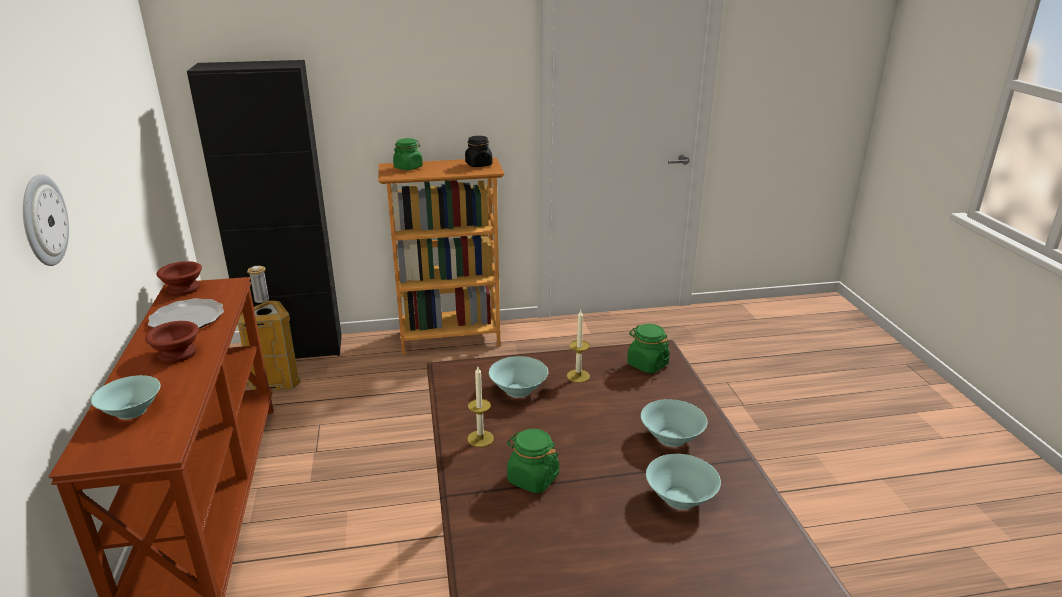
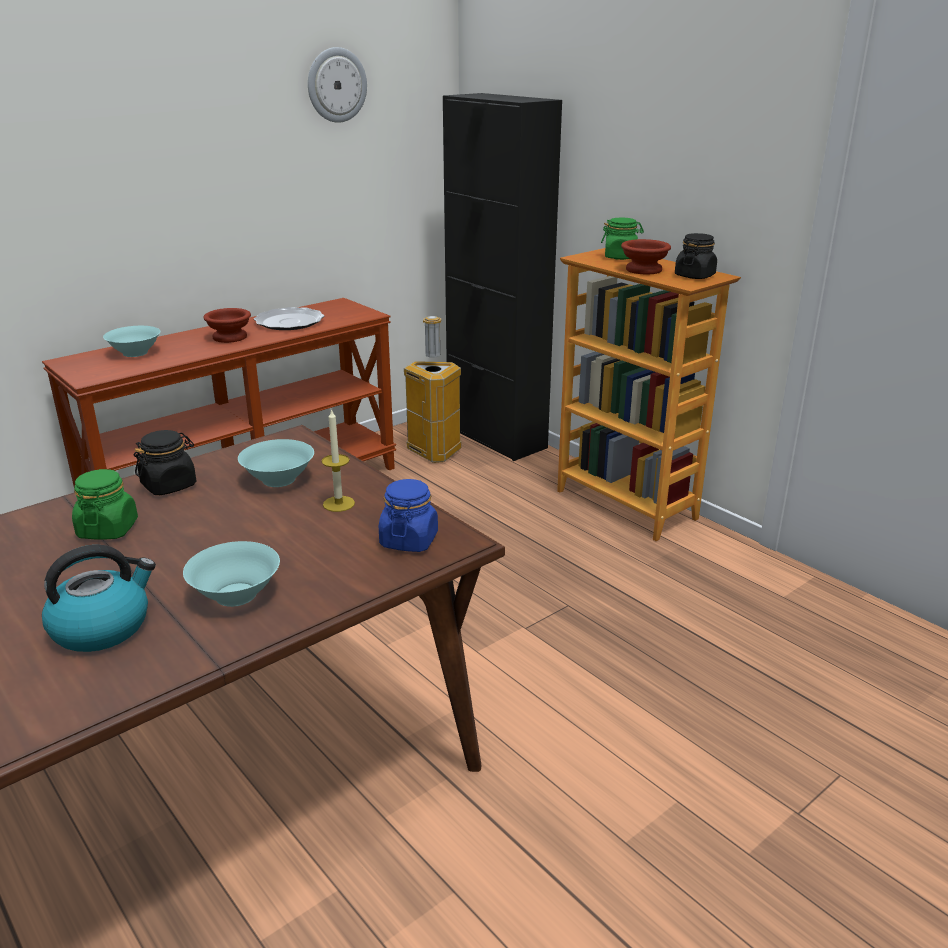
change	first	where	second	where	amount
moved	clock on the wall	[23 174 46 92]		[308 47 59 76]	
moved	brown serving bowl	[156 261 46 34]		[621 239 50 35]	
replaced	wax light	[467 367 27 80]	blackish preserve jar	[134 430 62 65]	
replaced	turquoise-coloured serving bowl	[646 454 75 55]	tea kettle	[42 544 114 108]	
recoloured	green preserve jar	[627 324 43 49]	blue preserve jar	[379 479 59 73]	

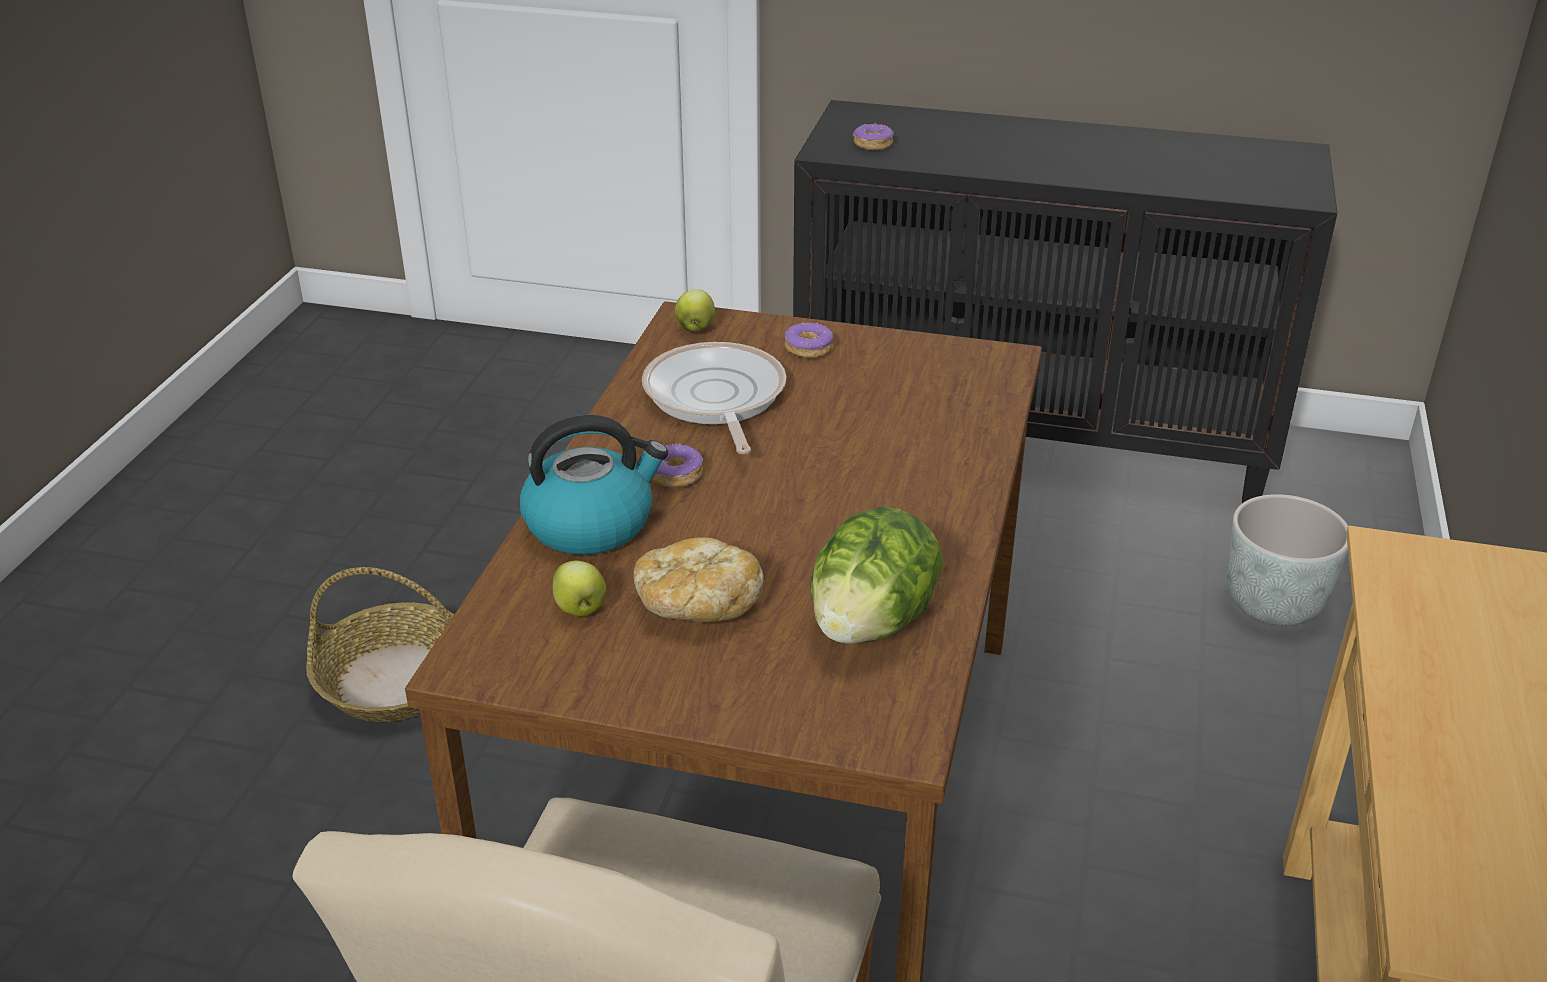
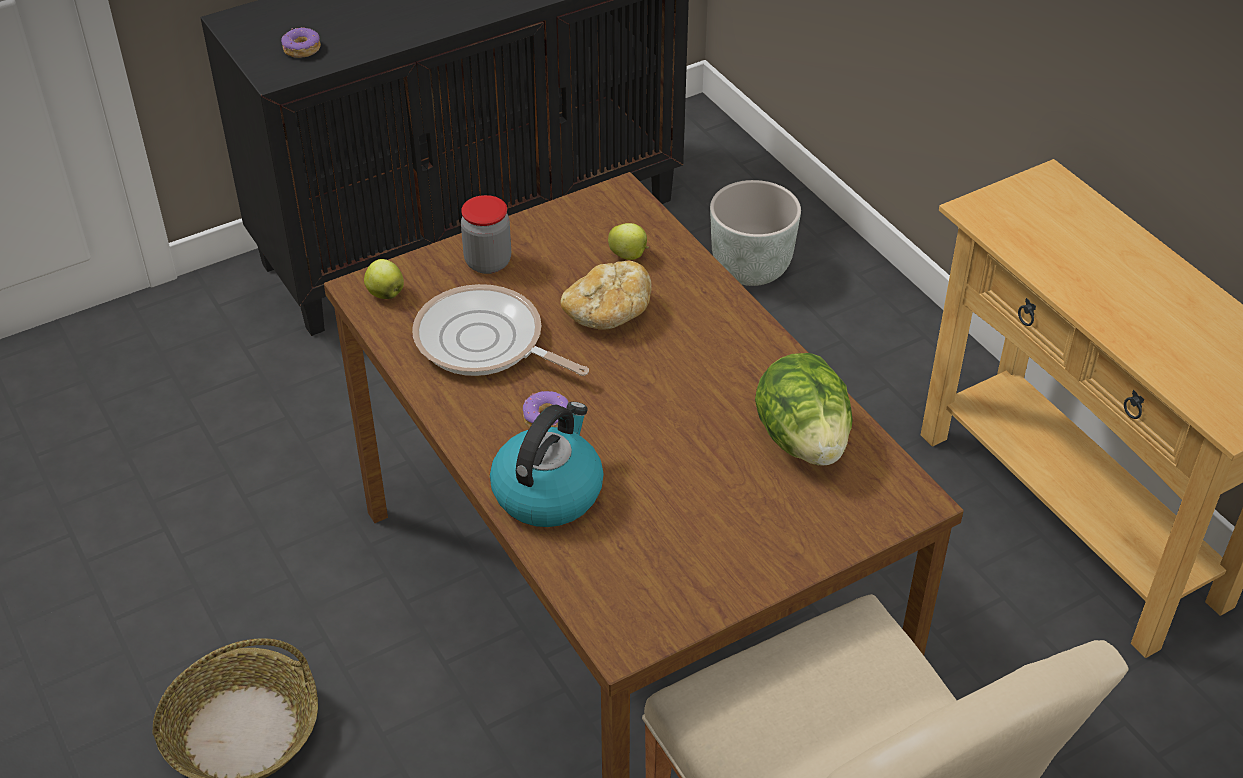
change	first	where	second	where	amount
moved	whole apple	[553 560 53 56]		[608 223 41 37]	
moved	bread	[633 537 131 85]		[561 261 90 69]	
replaced	doughnut	[785 323 49 35]	preserve jar	[461 195 50 79]	

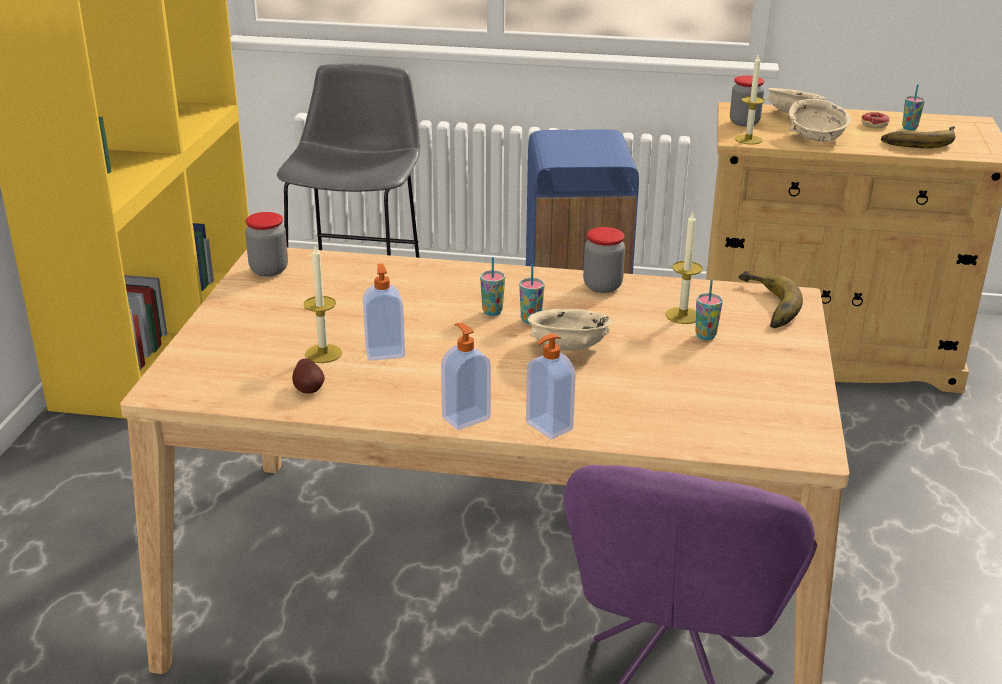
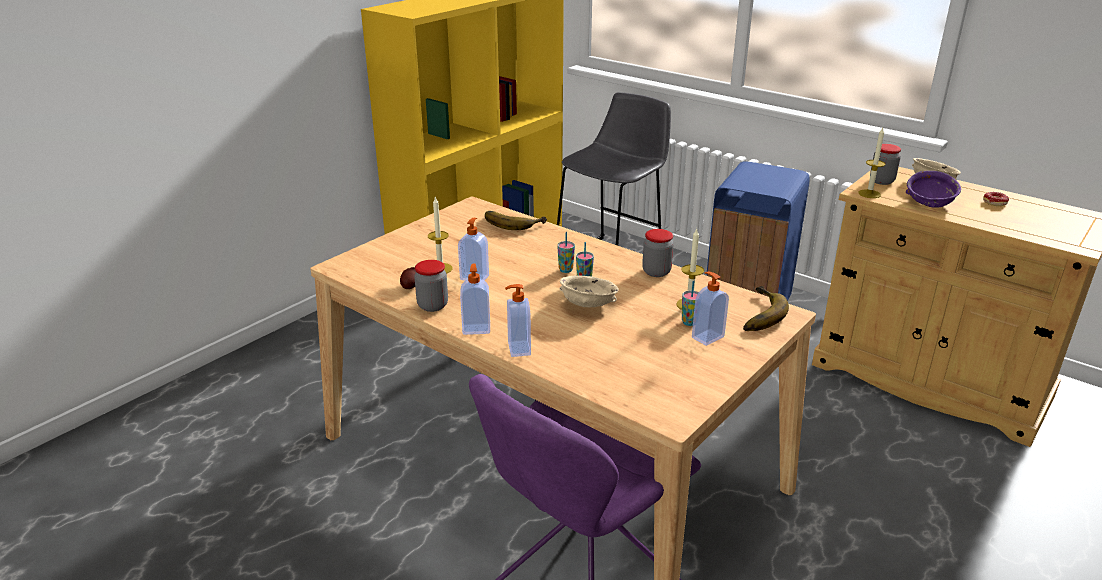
change	first	where	second	where	amount
removed	drinking cup	[902 84 23 47]			
added			liquid soap bottle	[692 272 37 74]	
moved	preserve jar	[245 212 43 64]		[414 260 34 52]	
moved	whole banana	[881 126 74 22]		[485 211 62 19]	
recoloured	beige-coloured serving bowl	[789 99 62 43]	purplish serving bowl	[906 171 55 37]	

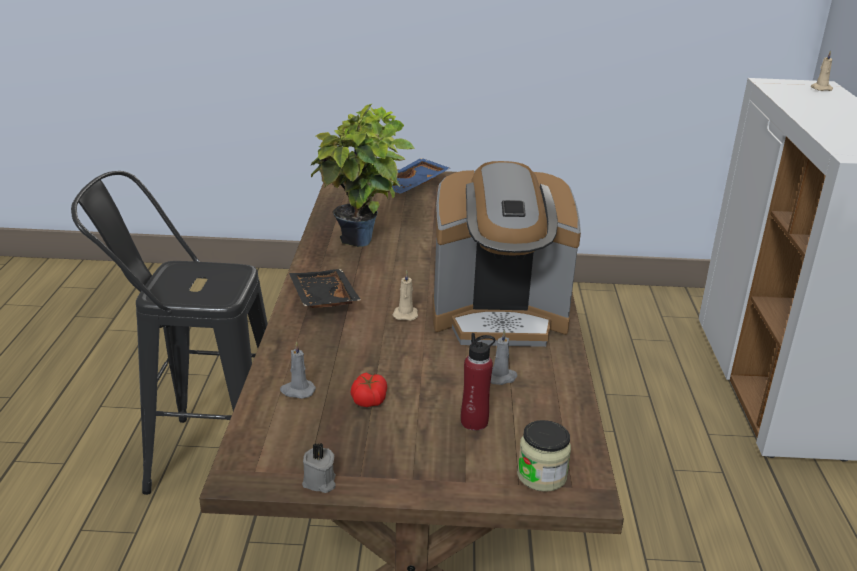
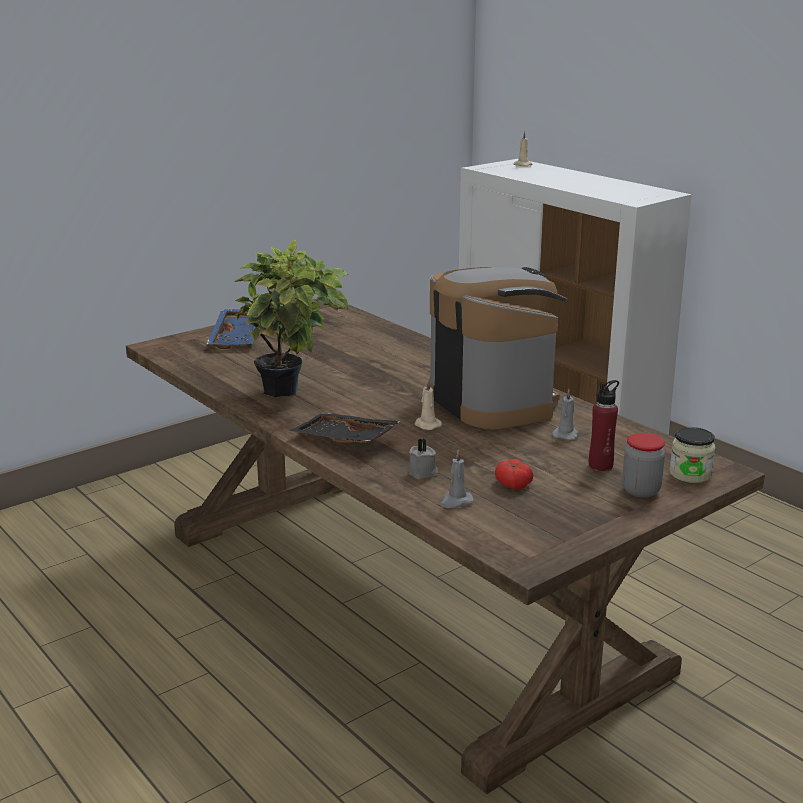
change	first	where	second	where	amount
removed	blackish stool	[71 171 197 324]			
added			preserve jar	[622 433 43 65]	
moved	greyish wax light	[302 443 34 50]		[408 439 30 40]	
turned	coffee maker	[432 161 149 186]		[429 267 139 162]	75 degrees counterclockwise

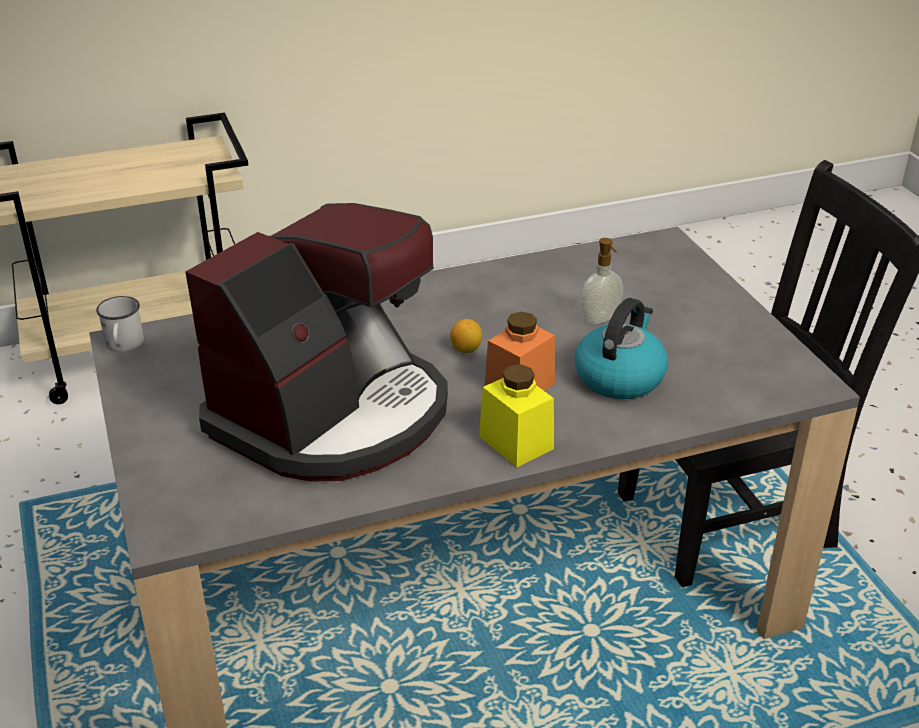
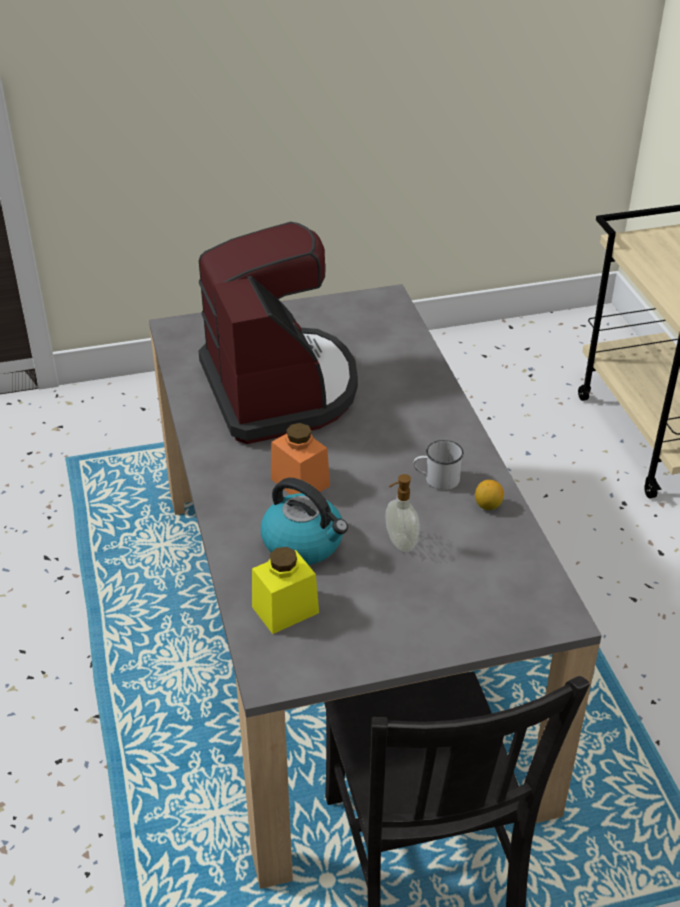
change	first	where	second	where	amount
moved	whitish coffee mug	[96 296 48 56]		[413 440 51 50]	
moved	whole lemon	[450 319 32 34]		[475 480 29 30]	
moved	yellowish preserve jar	[479 364 75 103]		[252 547 67 87]	
turned	coffee maker	[185 203 263 279]		[198 222 160 222]	150 degrees counterclockwise

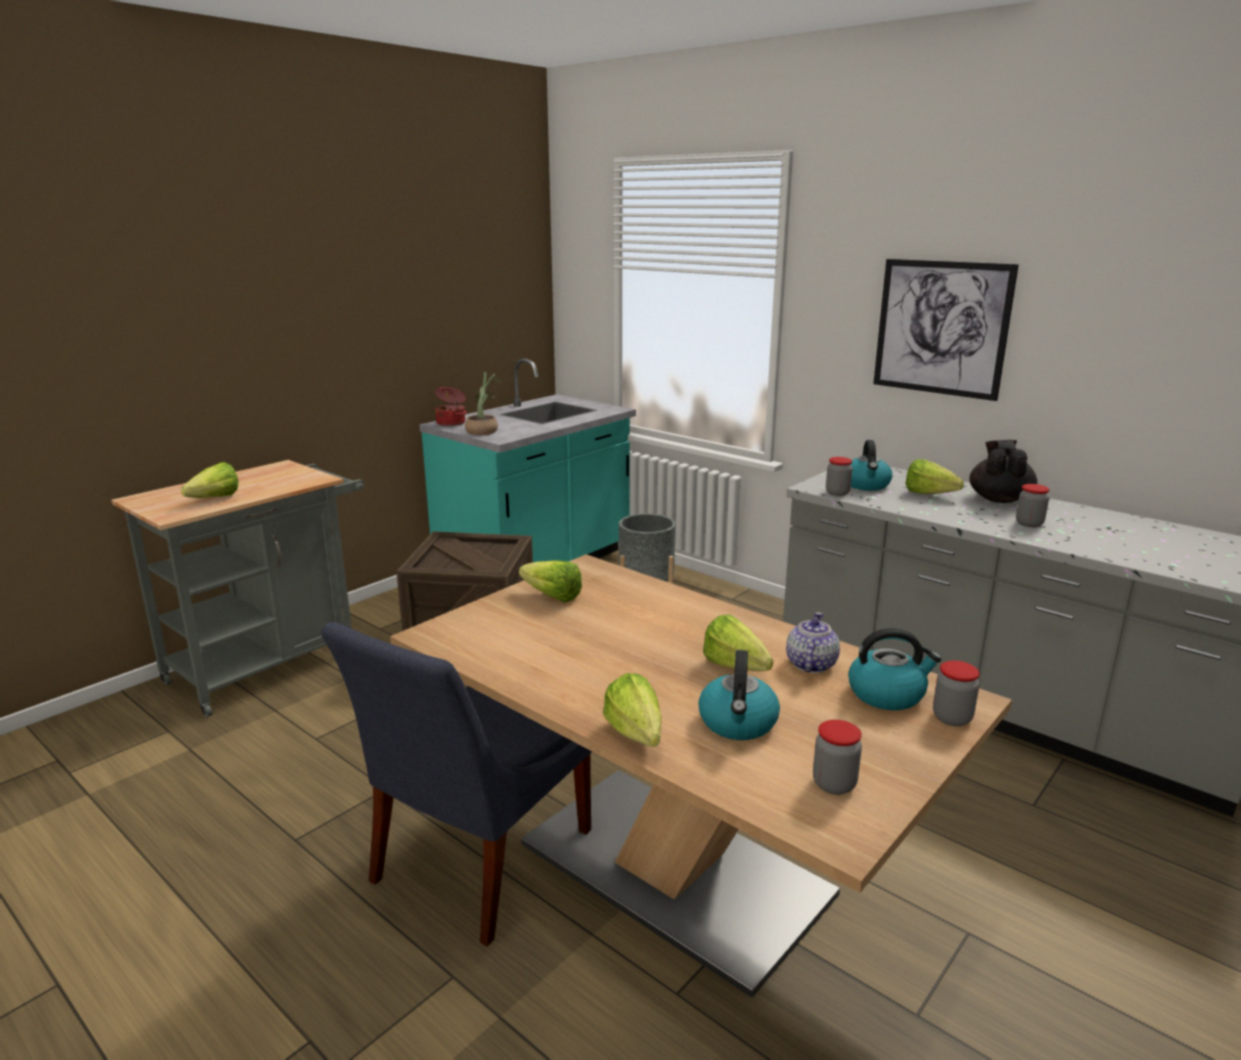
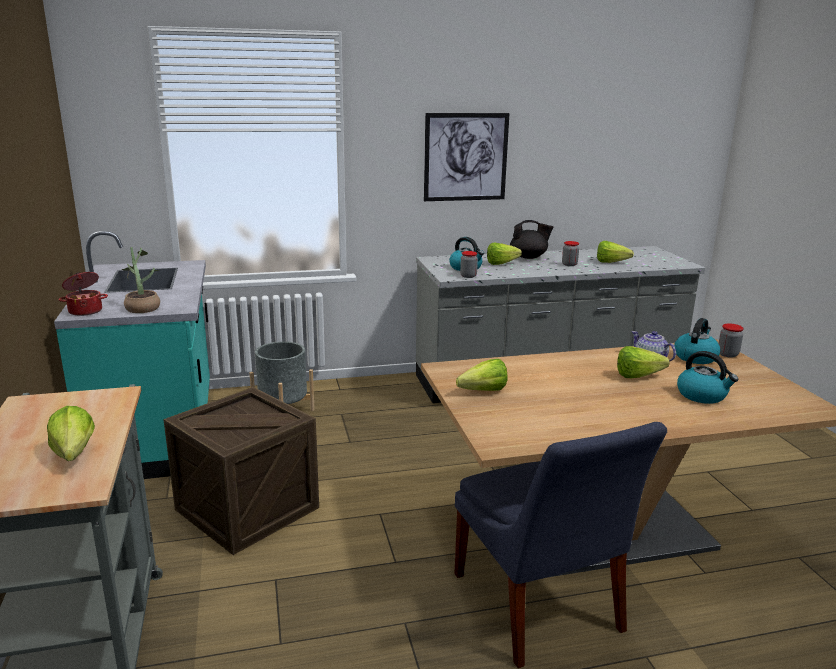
change	first	where	second	where	amount
removed	preserve jar	[813 720 49 75]			
moved	lettuce head	[603 673 59 74]		[597 241 37 22]	
turned	blackish tea pot	[969 440 69 63]		[510 220 44 39]	135 degrees clockwise

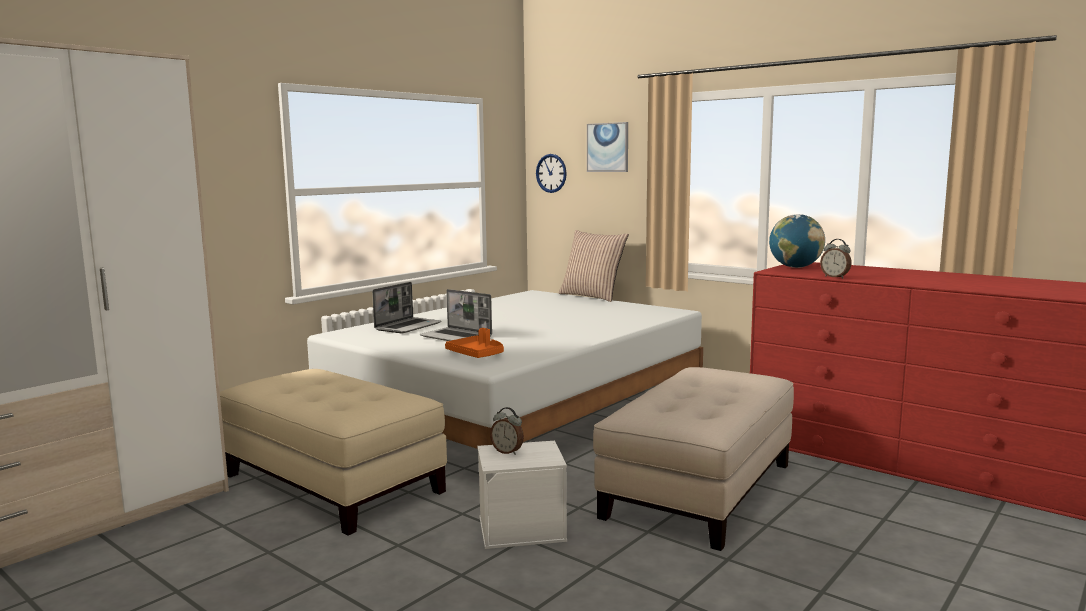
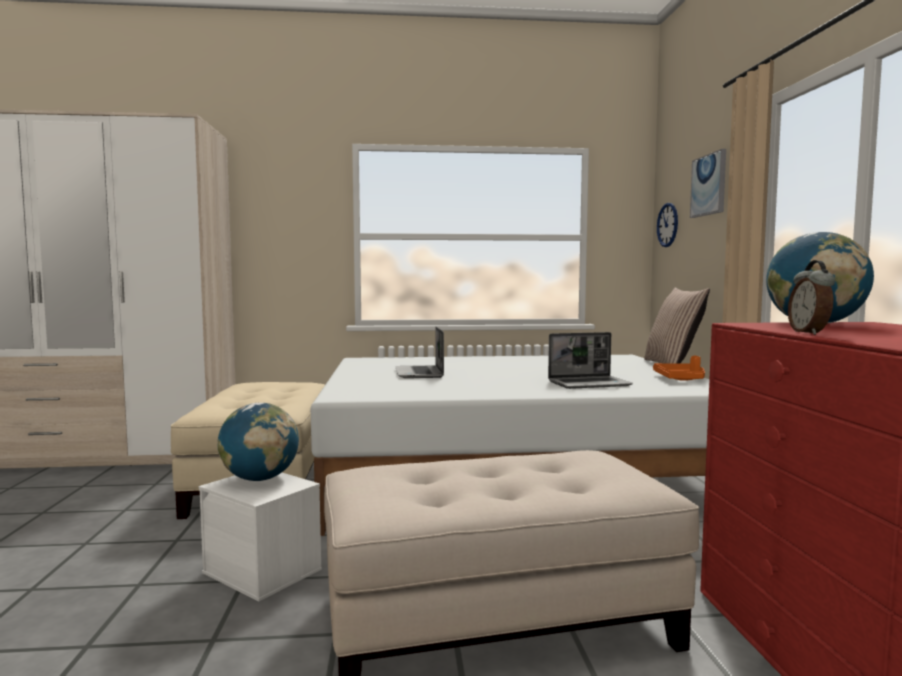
change	first	where	second	where	amount
moved	laptop	[372 282 70 51]		[548 332 85 57]	
moved	orange-coloured tray	[445 328 59 30]		[653 356 52 25]	
replaced	table clock	[490 407 34 48]	desk globe	[218 403 81 78]	

